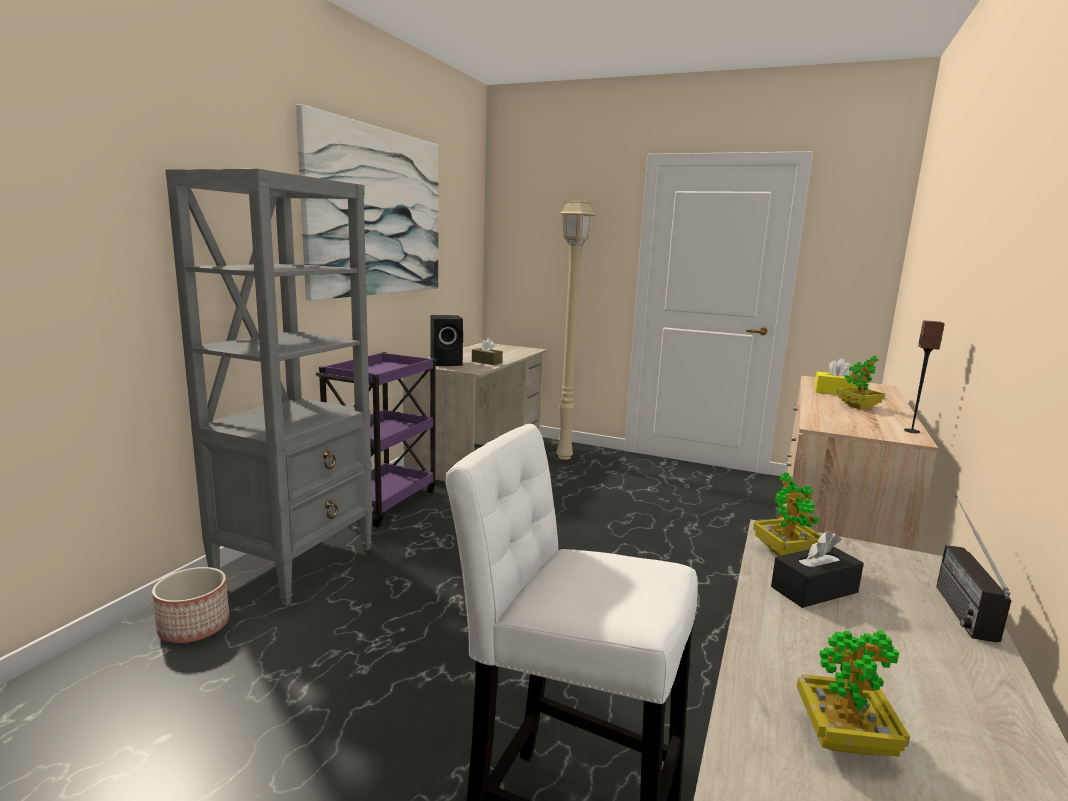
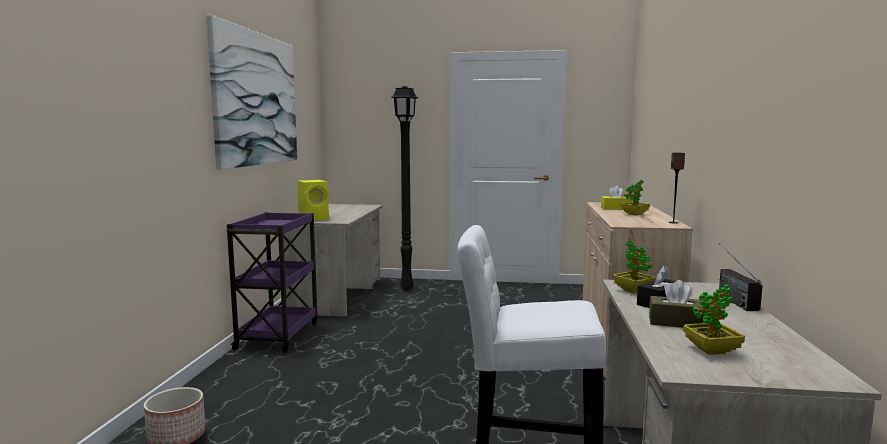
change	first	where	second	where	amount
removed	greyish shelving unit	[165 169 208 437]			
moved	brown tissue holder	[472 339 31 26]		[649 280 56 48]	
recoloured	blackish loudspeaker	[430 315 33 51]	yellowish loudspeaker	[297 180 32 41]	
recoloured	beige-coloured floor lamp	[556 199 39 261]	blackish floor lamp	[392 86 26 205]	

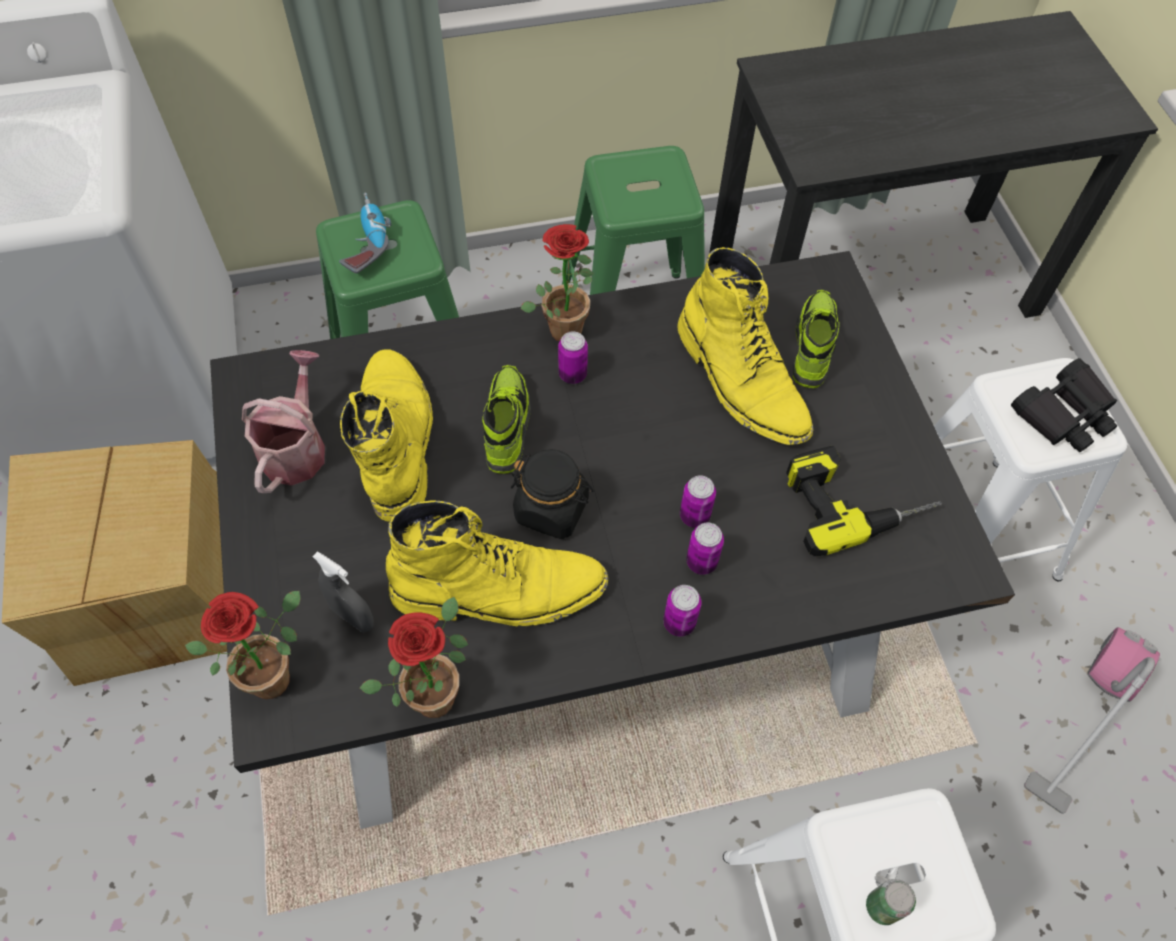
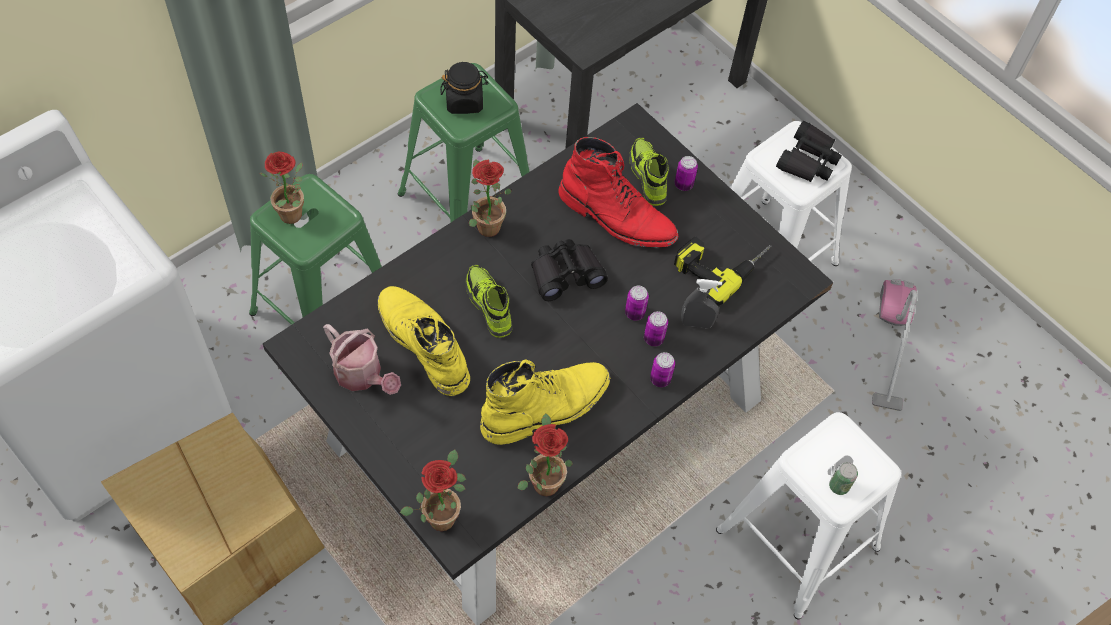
change	first	where	second	where	amount
added			blackish pair of binoculars	[531 239 77 62]	
moved	greyish sprayer	[312 551 62 81]		[681 279 41 49]	
moved	blackish preserve jar	[511 449 83 90]		[440 62 49 52]	
moved	can	[558 331 30 53]		[675 156 23 35]	
replaced	drill	[339 193 53 80]	houseplant	[260 151 44 73]	
recoloured	yellowish boot	[678 247 135 198]	red boot	[558 137 120 111]	
turned	watering can	[242 350 83 143]		[323 324 78 71]	150 degrees clockwise

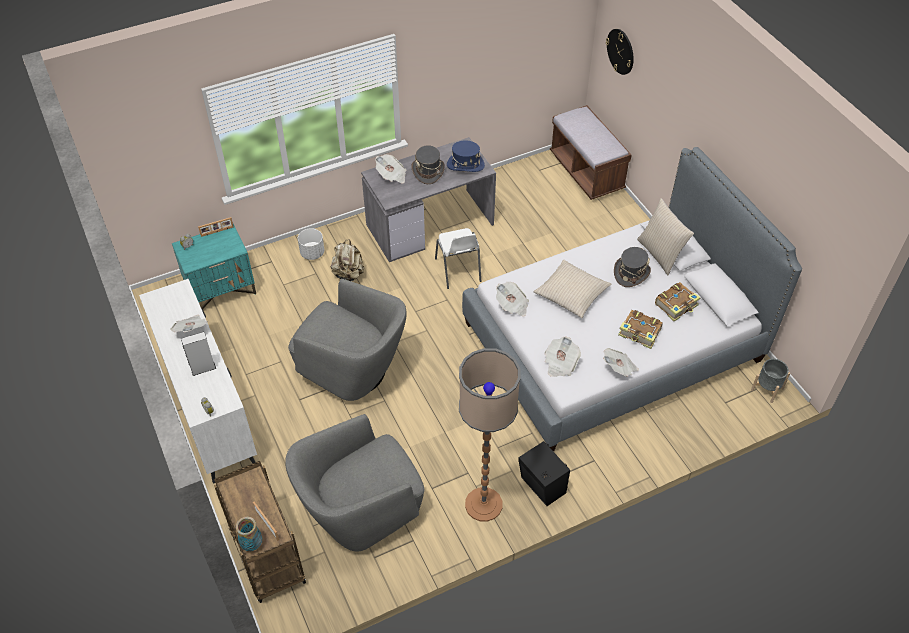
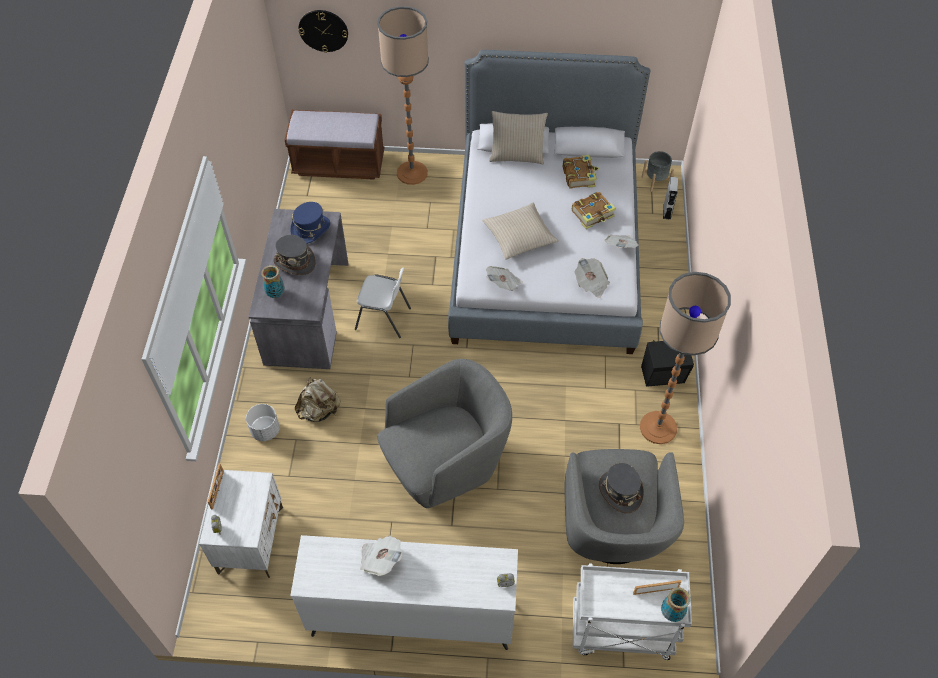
change	first	where	second	where	amount
added			floor lamp	[377 6 52 179]	
moved	greyish loudspeaker	[181 332 35 44]		[663 177 15 43]	
moved	greyish wearable hat	[614 247 37 40]		[599 463 45 50]	
replaced	printed paper	[375 154 31 30]	flower vase	[261 265 24 33]	
recoloured	turquoise-coloured night table	[172 224 84 85]	whitish night table	[199 470 84 108]	
recoloured	brown trolley	[214 461 92 142]	whitish trolley	[573 563 119 97]	

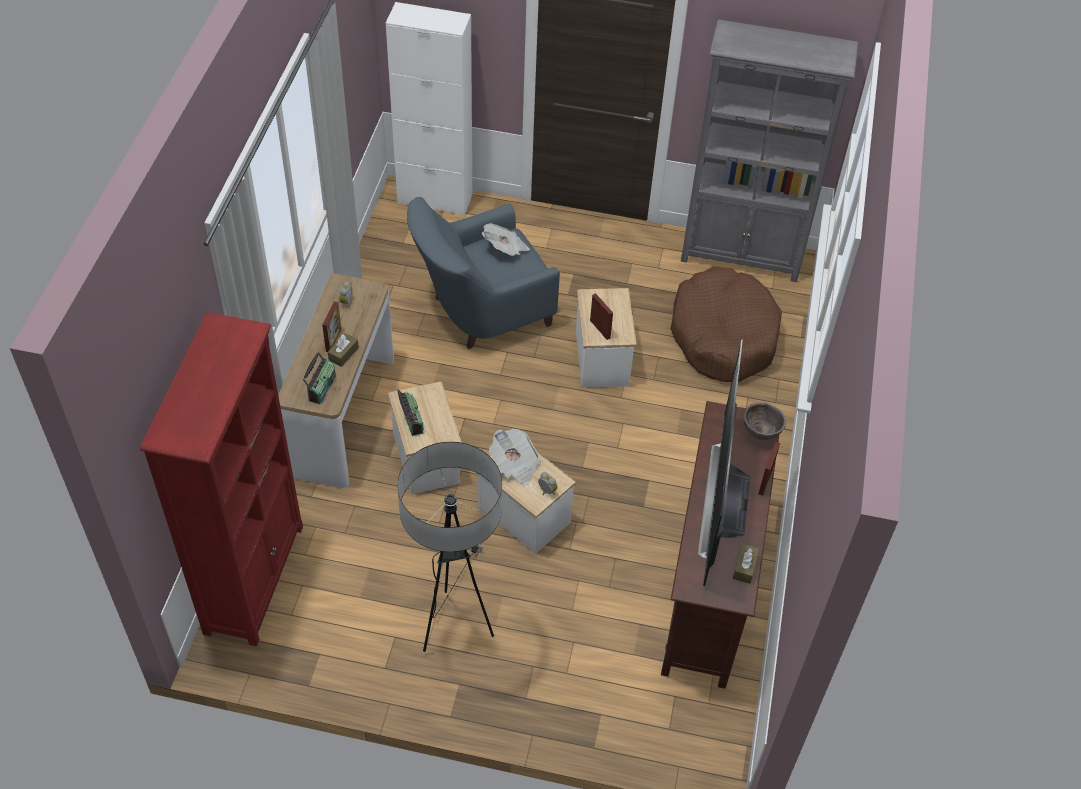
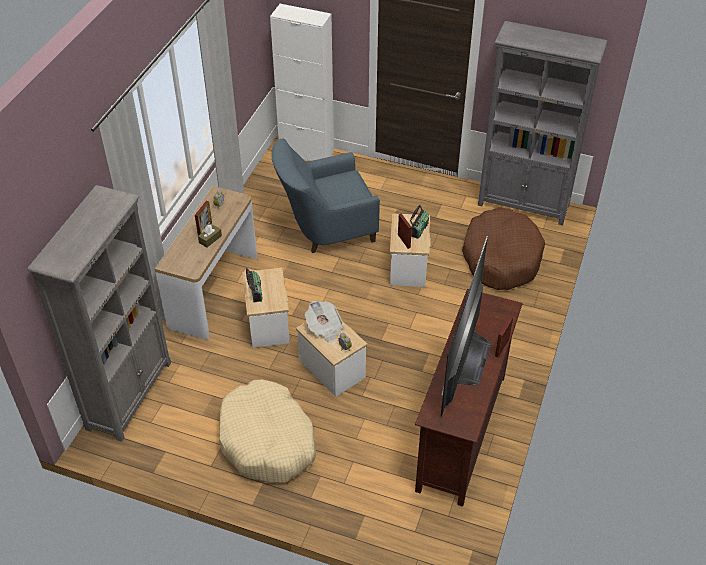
change	first	where	second	where	amount
removed	printed paper	[482 223 48 33]			
removed	brown tissue holder	[733 544 26 40]			
removed	brown serving bowl	[744 402 42 38]			
moved	radio	[303 351 33 53]		[410 204 19 35]	
replaced	floor lamp	[398 442 104 210]	beige-coloured dog bed	[219 380 97 103]	
recoloured	red shelving unit	[140 312 163 334]	greyish shelving unit	[27 185 144 257]	

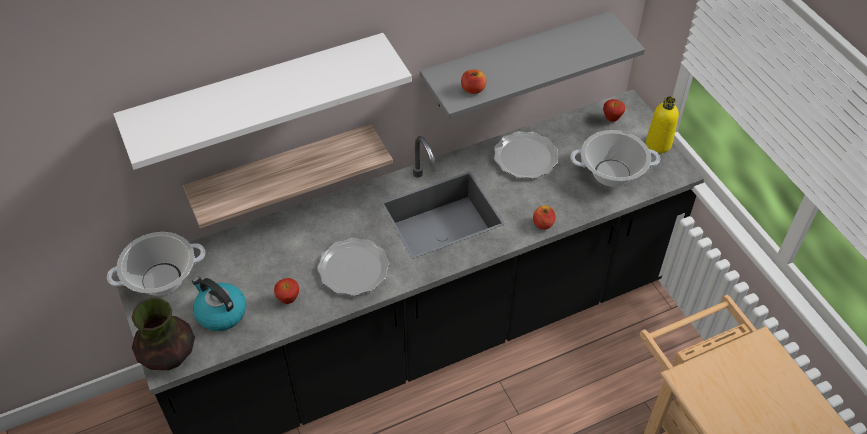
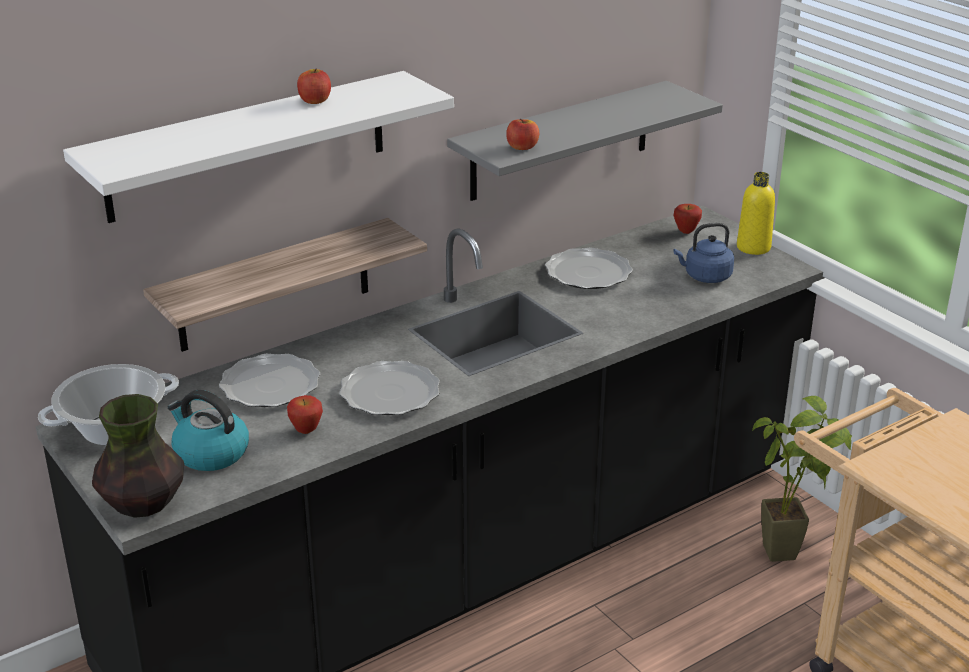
change	first	where	second	where	amount
added			dinner plate	[219 354 101 53]	
added			houseplant	[752 396 100 166]	
moved	whole apple	[533 205 22 25]		[297 69 34 35]	
replaced	stockpot	[570 130 90 57]	blue tea kettle	[673 223 61 60]	

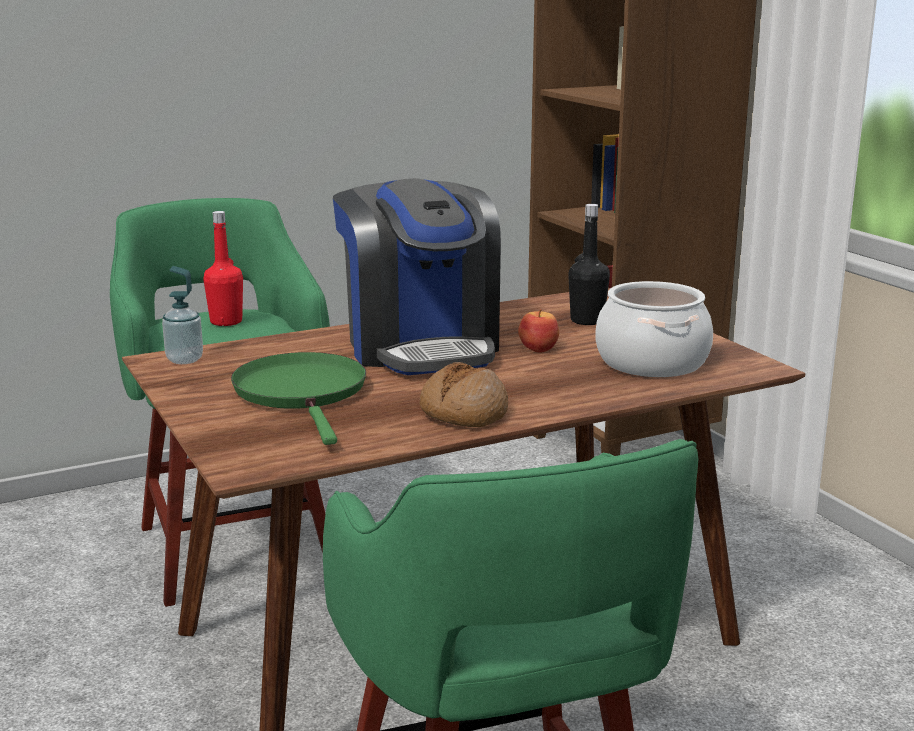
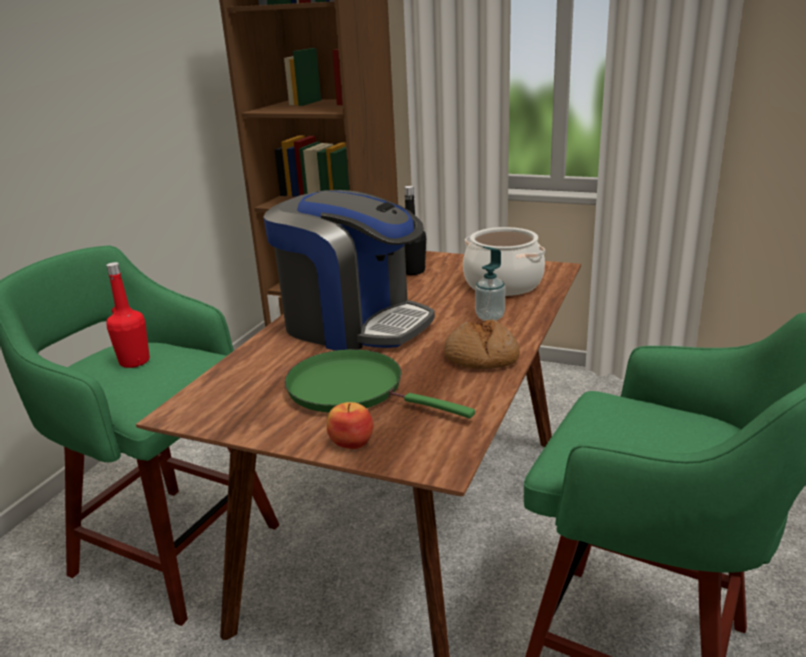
change	first	where	second	where	amount
moved	liquid soap bottle	[162 266 41 98]		[475 247 30 74]	
moved	whole apple	[518 309 41 44]		[327 402 46 47]	

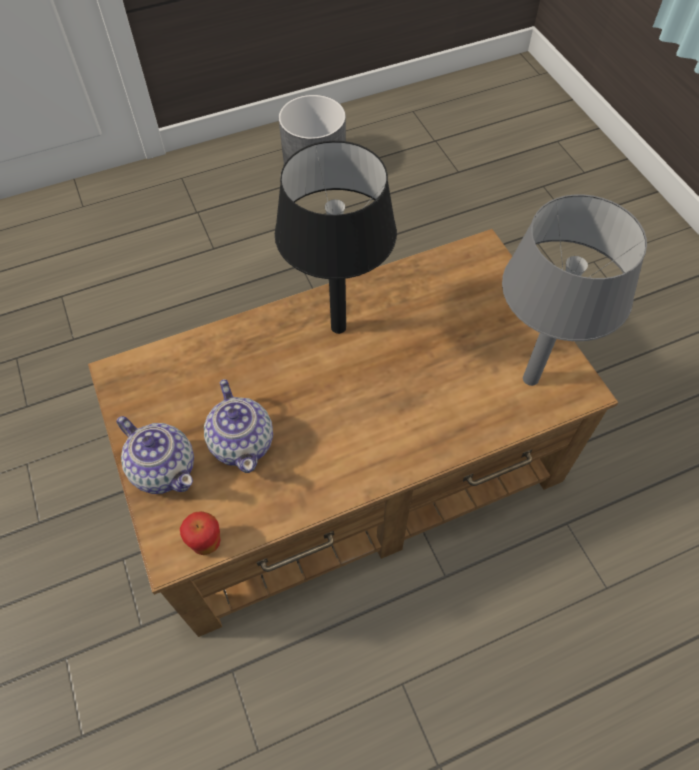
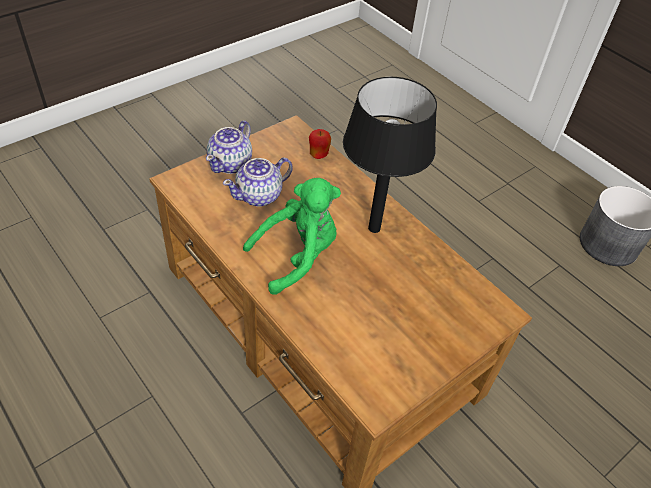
change	first	where	second	where	amount
removed	greyish lamp for a table	[502 194 145 192]			
added			green soft toy	[243 178 98 117]	
moved	whole apple	[180 511 41 44]		[309 129 22 30]	

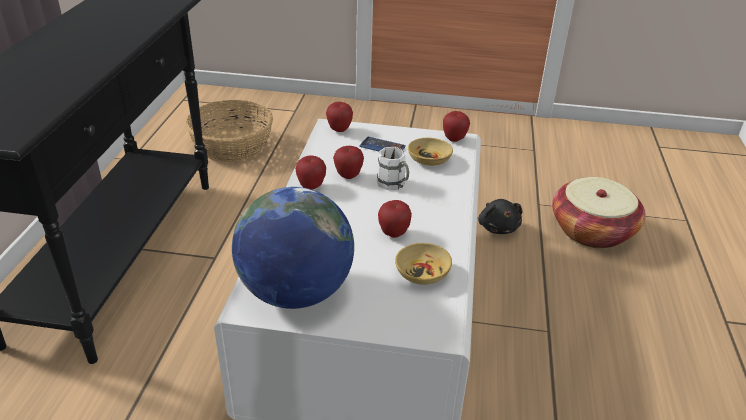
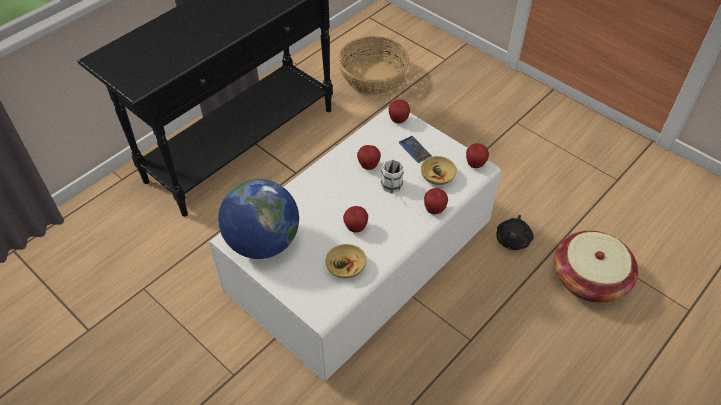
change	first	where	second	where	amount
moved	whole apple	[295 155 31 35]		[424 188 24 27]	

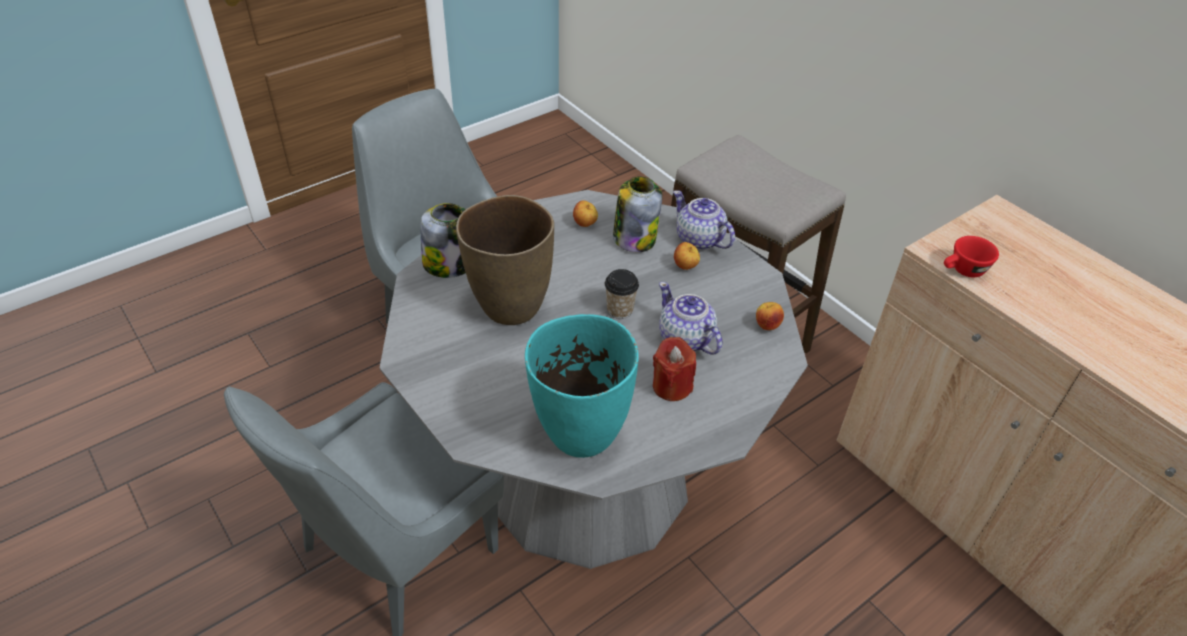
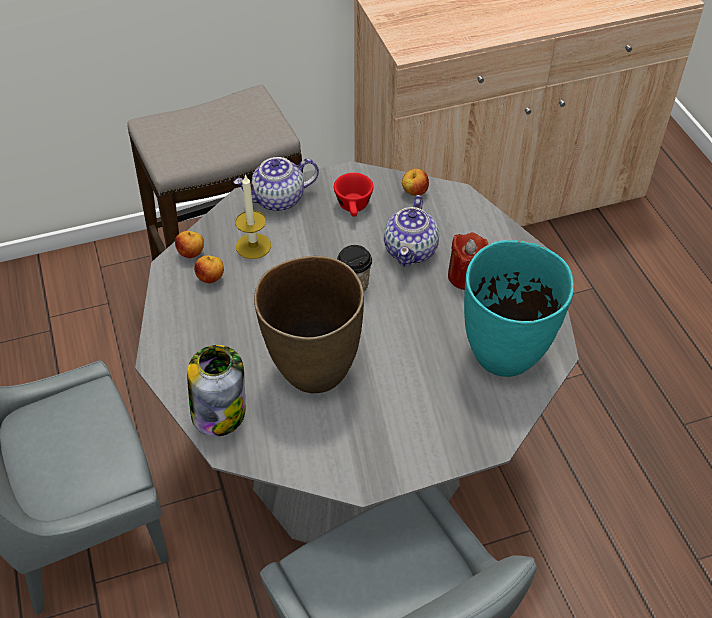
change	first	where	second	where	amount
moved	whole apple	[674 242 26 28]		[175 231 29 27]	
moved	red drinking cup	[944 236 55 41]		[334 173 40 43]	
replaced	preserve jar	[613 176 49 76]	wax light	[235 174 36 85]	
turned	tea pot	[659 282 63 73]		[384 195 55 71]	60 degrees counterclockwise

